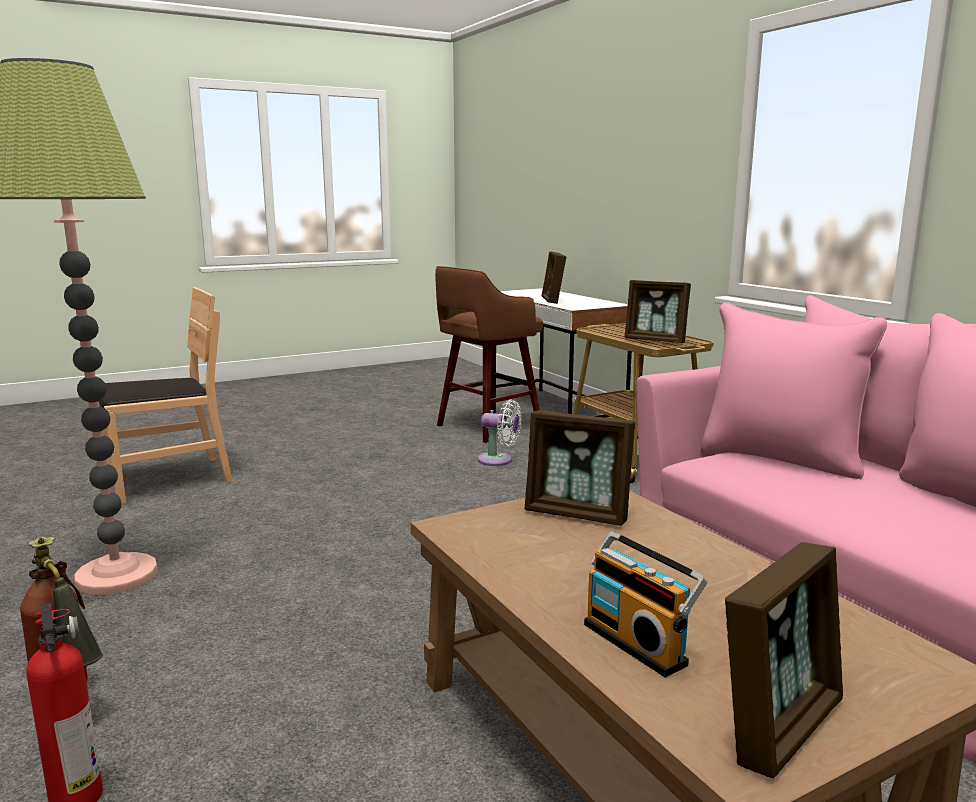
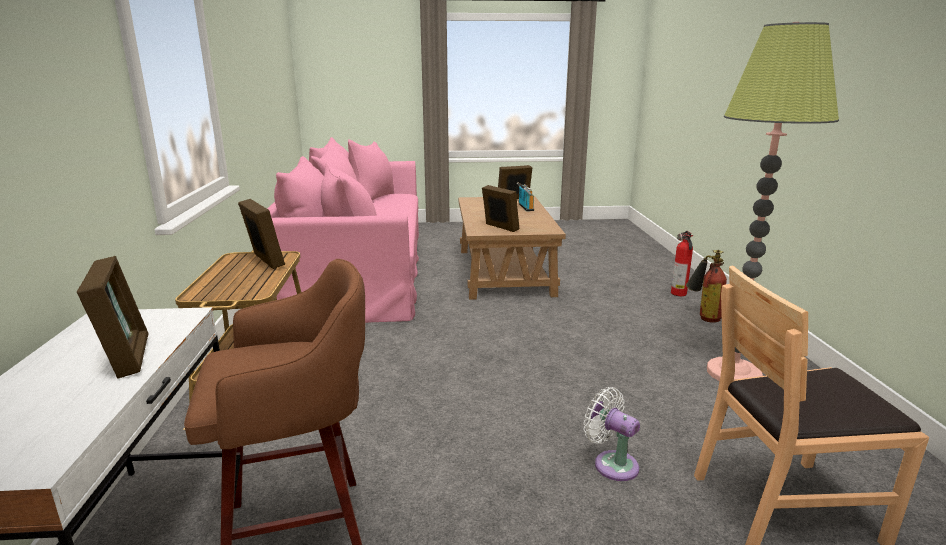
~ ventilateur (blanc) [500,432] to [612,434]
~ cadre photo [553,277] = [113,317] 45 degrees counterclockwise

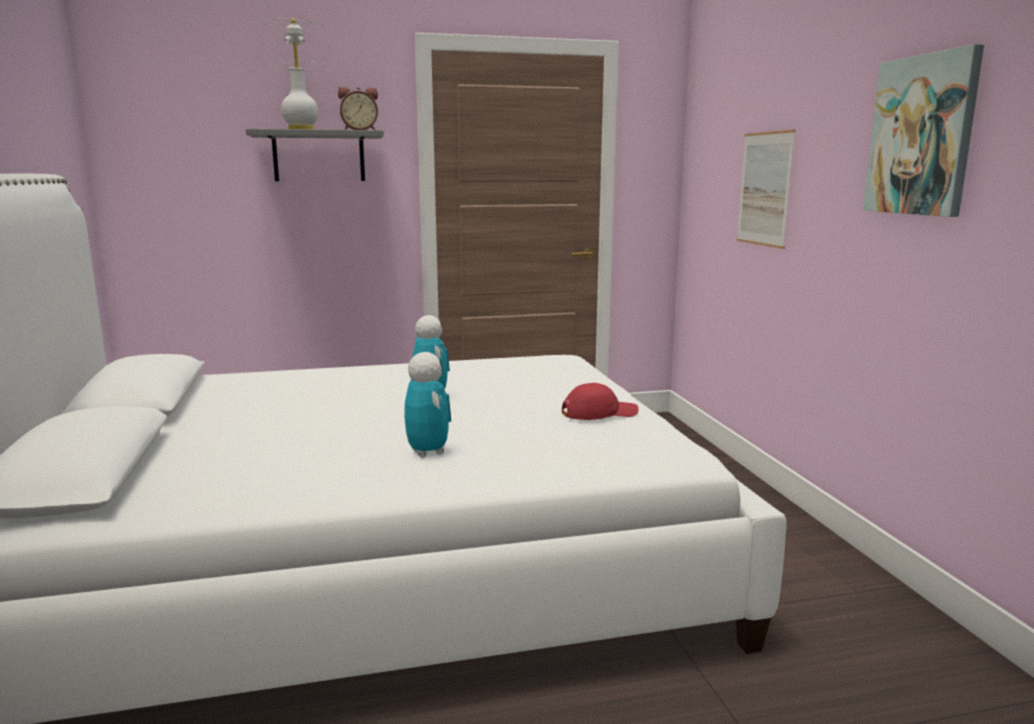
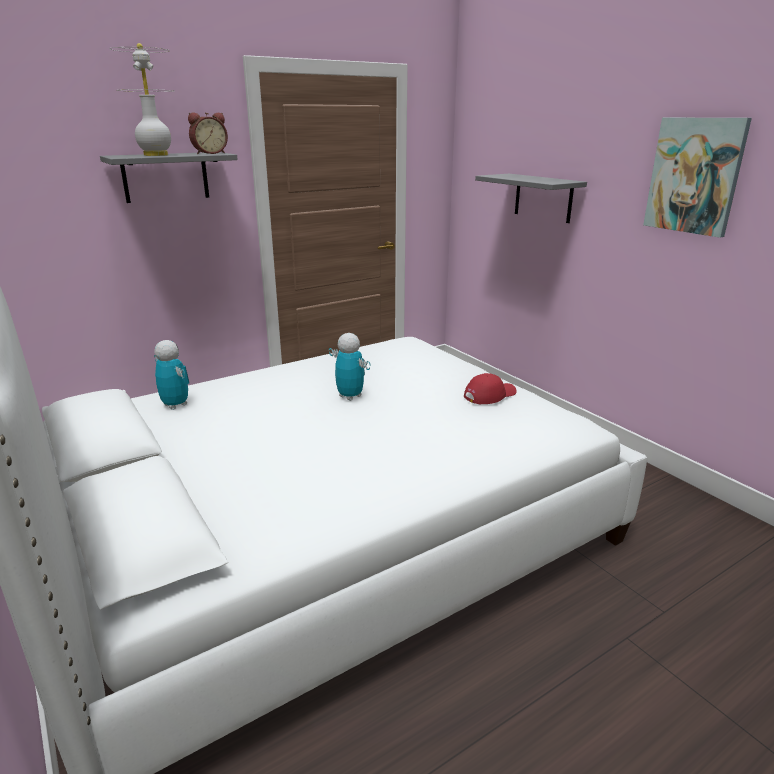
~ robot jouet [427,405] to [171,375]
~ tableau [766,189] to étagère (gris) [531,198]

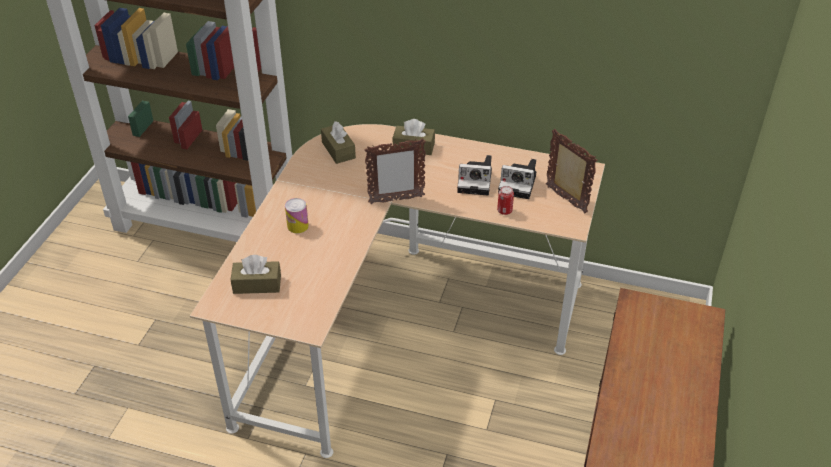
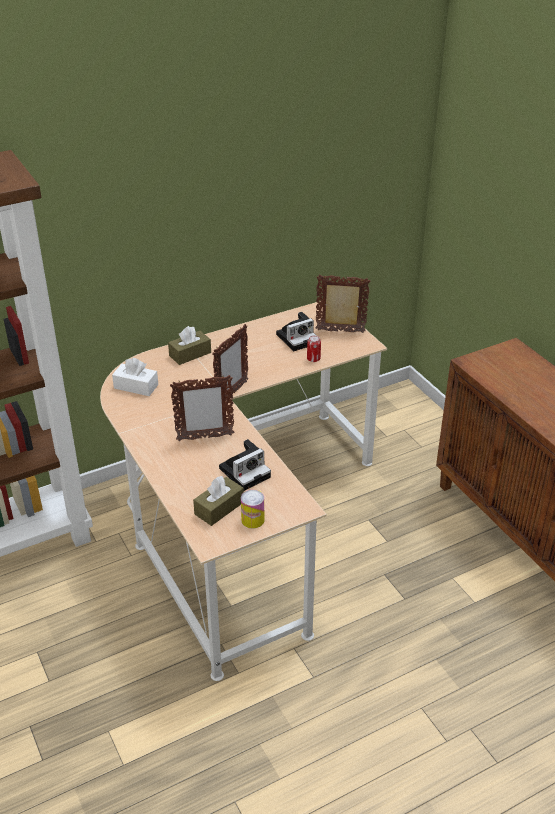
~ boîte métallique [297,215] to [253,509]
~ boîte à mouchoirs (marron) [338,142] to boîte à mouchoirs (blanc) [135,377]
~ appareil photo [474,175] to [245,465]
+ cadre photo [202,408]

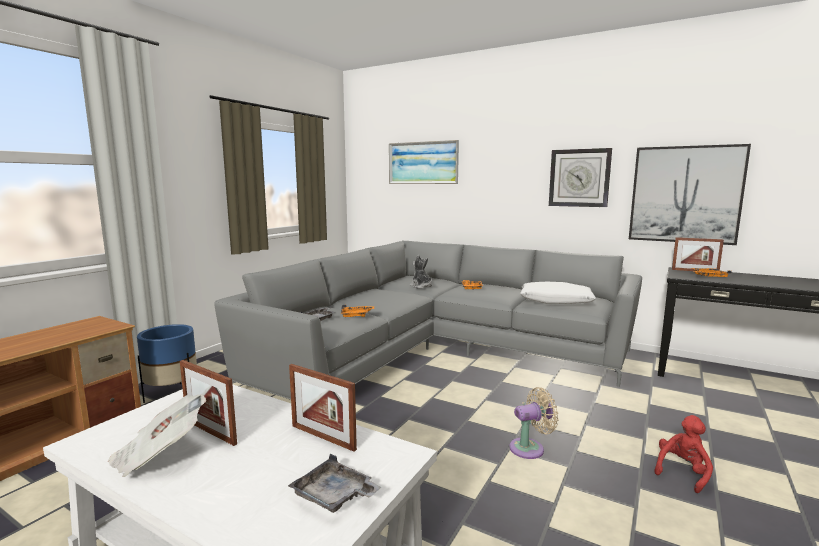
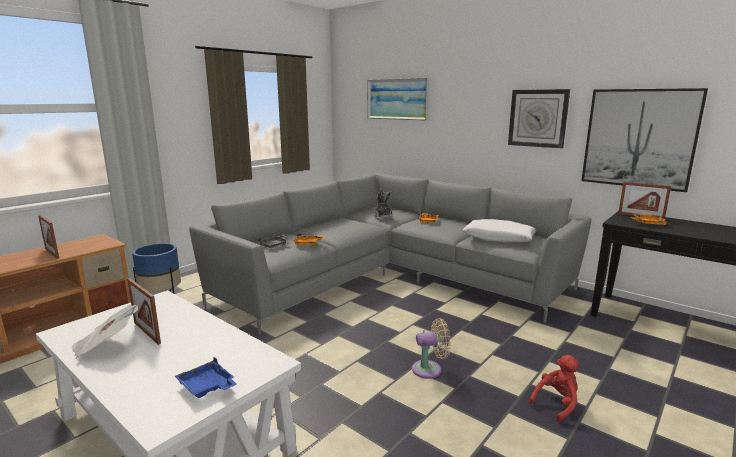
~ plateau (gris) [334,483] to plateau (bleu) [205,377]
~ cadre photo [323,408] to [48,237]

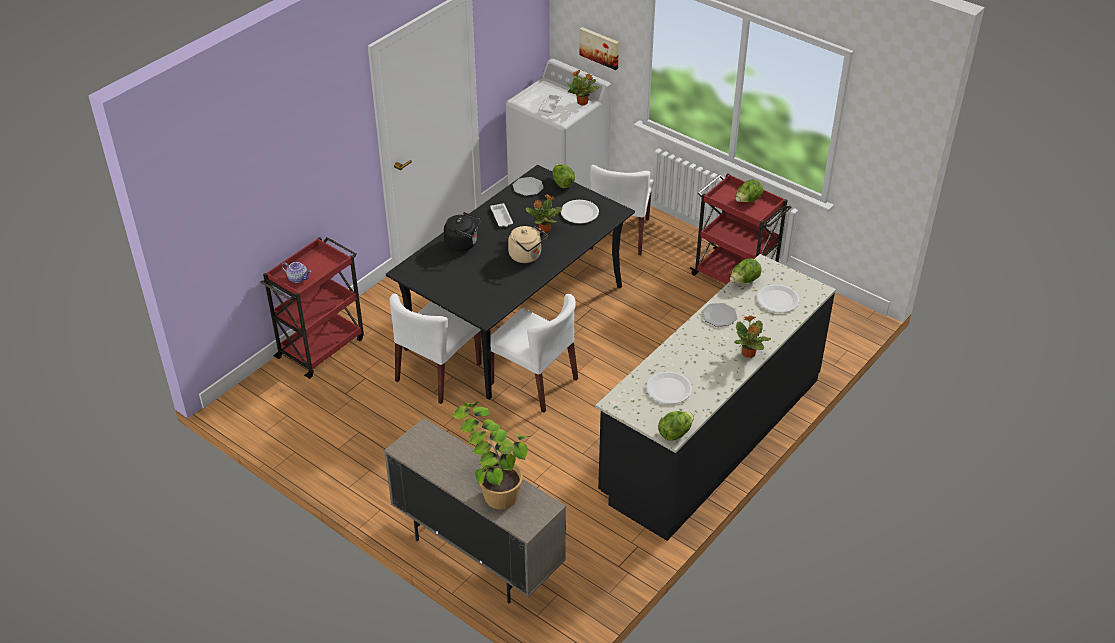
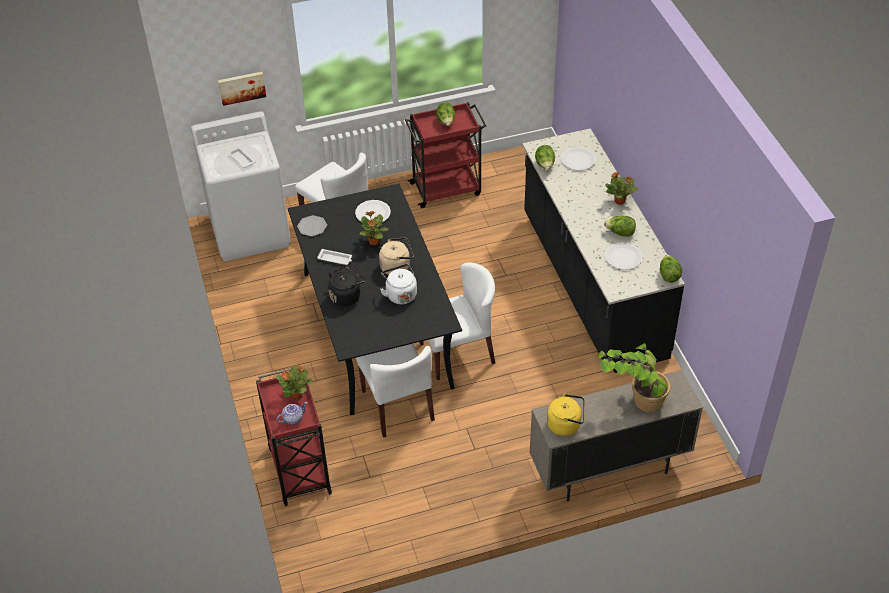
~ laitue [563,176] to [620,226]
~ plante en pot [583,88] to [294,382]
- assiette [719,315]
+ bouilloire (blanc) [398,284]
+ bouilloire (jaune) [566,414]

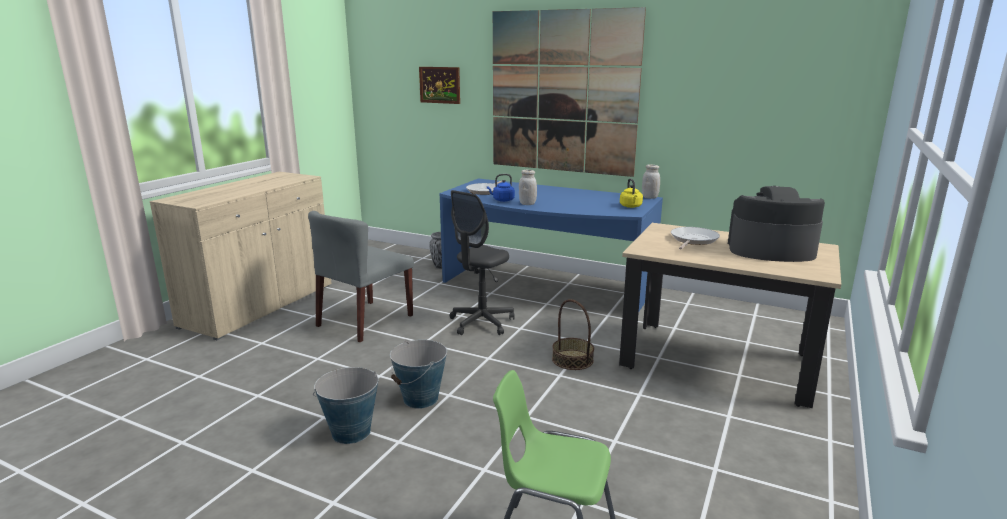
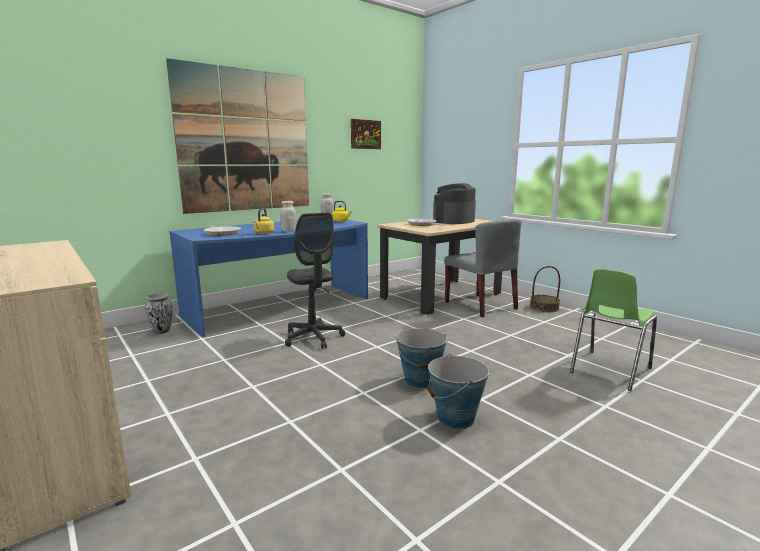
~ chaise (gris) [361,276] to [482,268]
~ tableau [439,85] to [366,134]
~ bouilloire (bleu) [501,188] to bouilloire (jaune) [264,221]
~ panier [573,334] to [545,289]

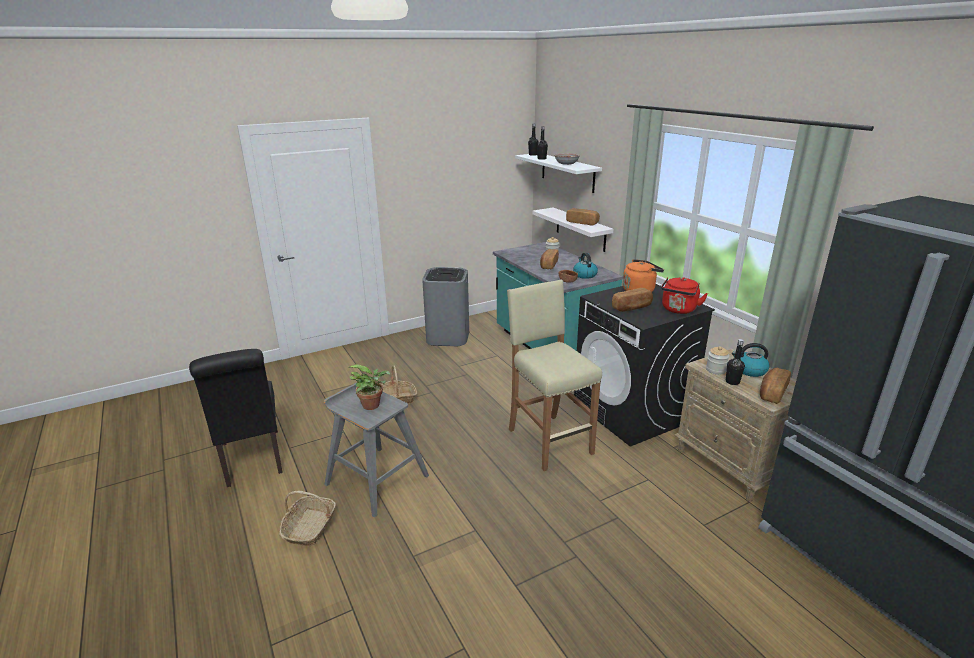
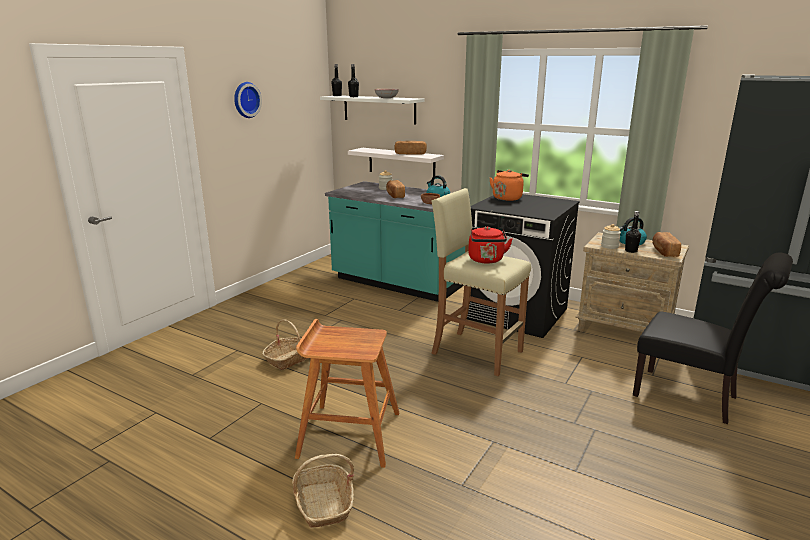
~ chaise (noir) [236,418] to [713,338]
~ tabouret (gris) [376,450] to tabouret (marron) [347,393]
- plante en pot [369,387]
- poubelle (gris) [445,306]
- pain [632,300]
~ bouilloire (rouge) [684,295] to [490,245]
+ horloge murale [248,100]

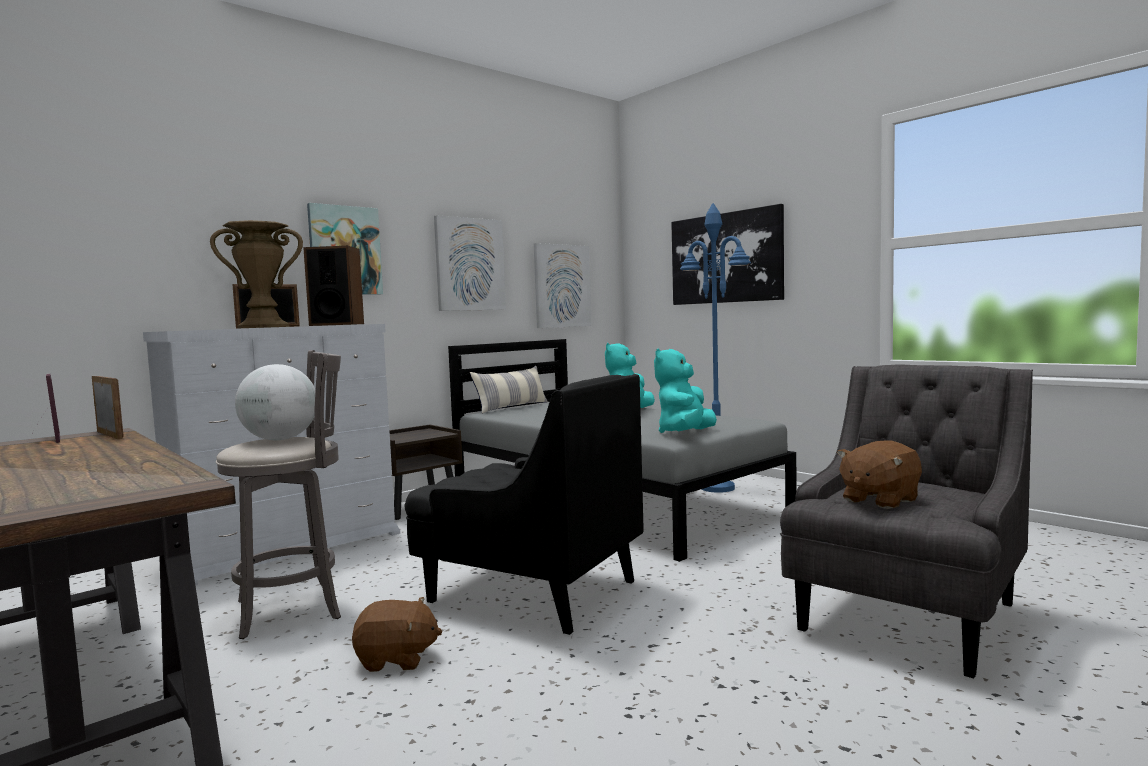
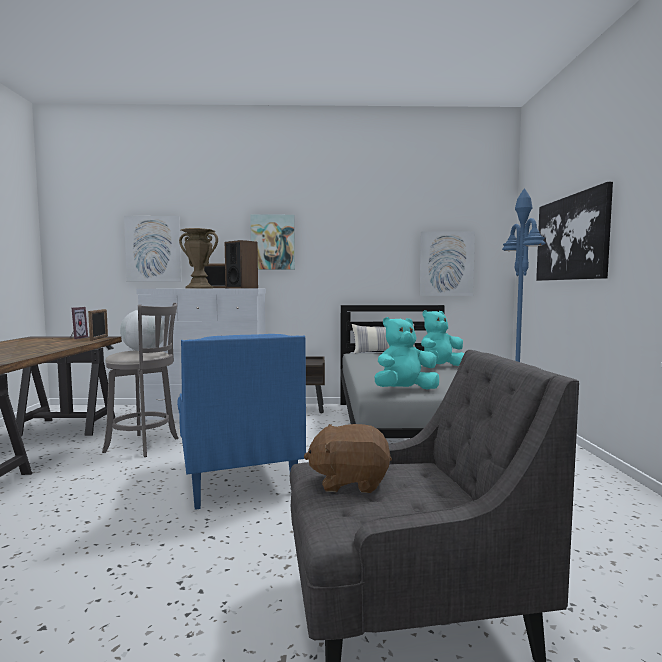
- peluche (marron) [397,634]
~ fauteuil (noir) [524,504] to fauteuil (bleu) [241,422]
~ tableau [470,263] to [153,248]

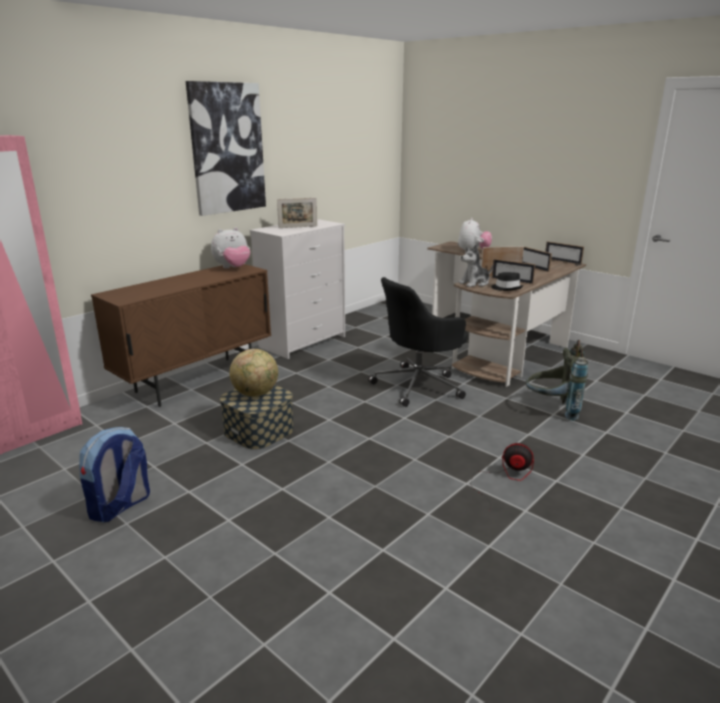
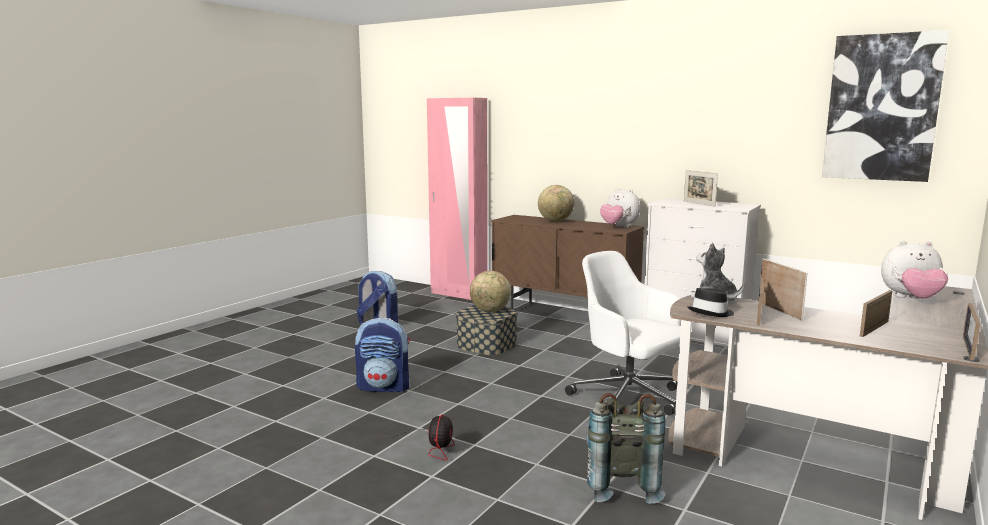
~ tableau [226,148] to [885,106]
~ chaise de bureau (noir) [418,342] to chaise de bureau (blanc) [623,333]
+ sac à dos [382,355]
+ globe [556,203]

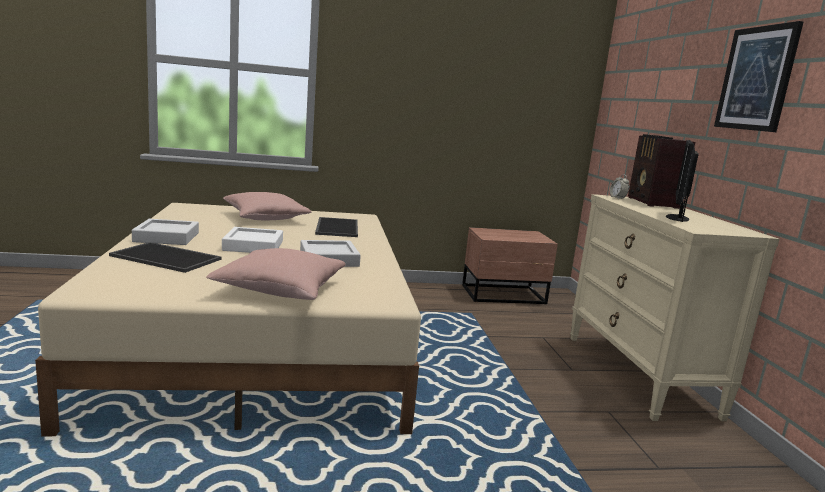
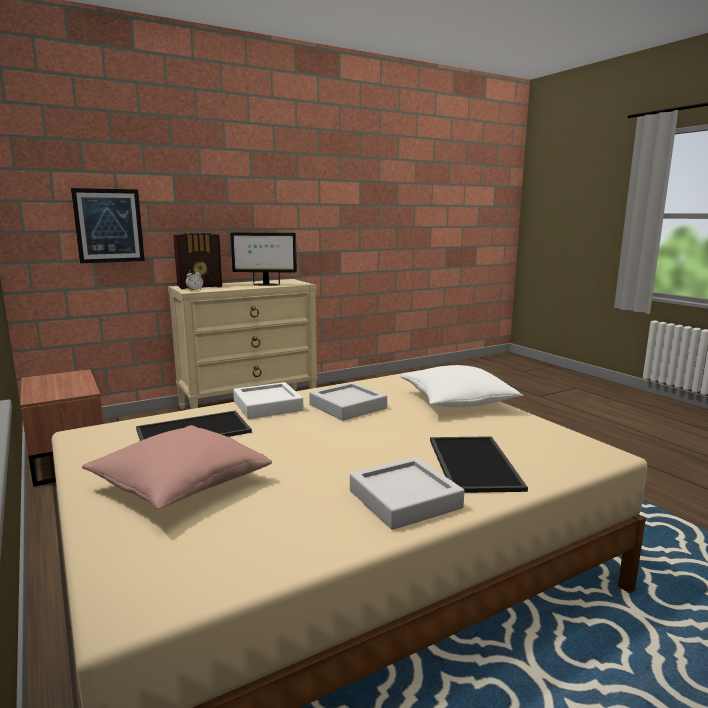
~ coussin (rose) [276,274] to coussin (blanc) [461,386]
~ plateau (blanc) [252,240] to [268,400]
~ tableau [758,76] to [108,225]

